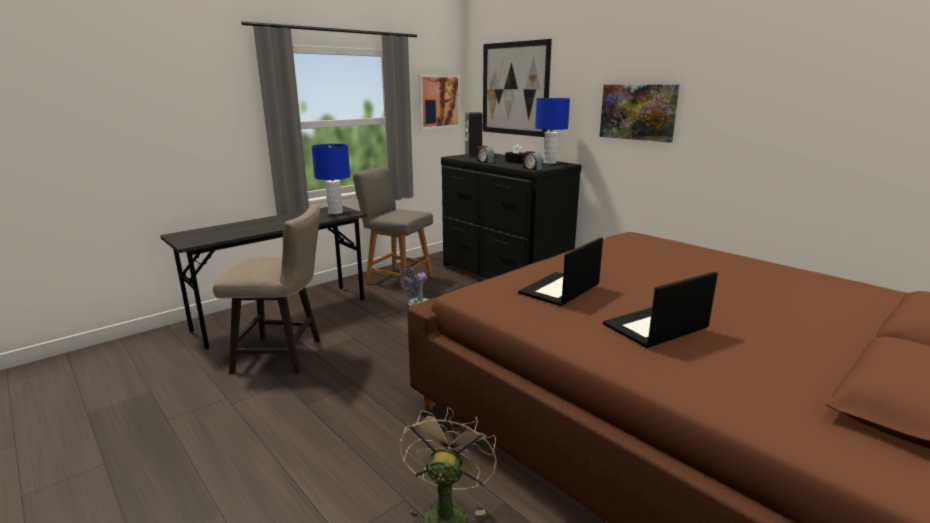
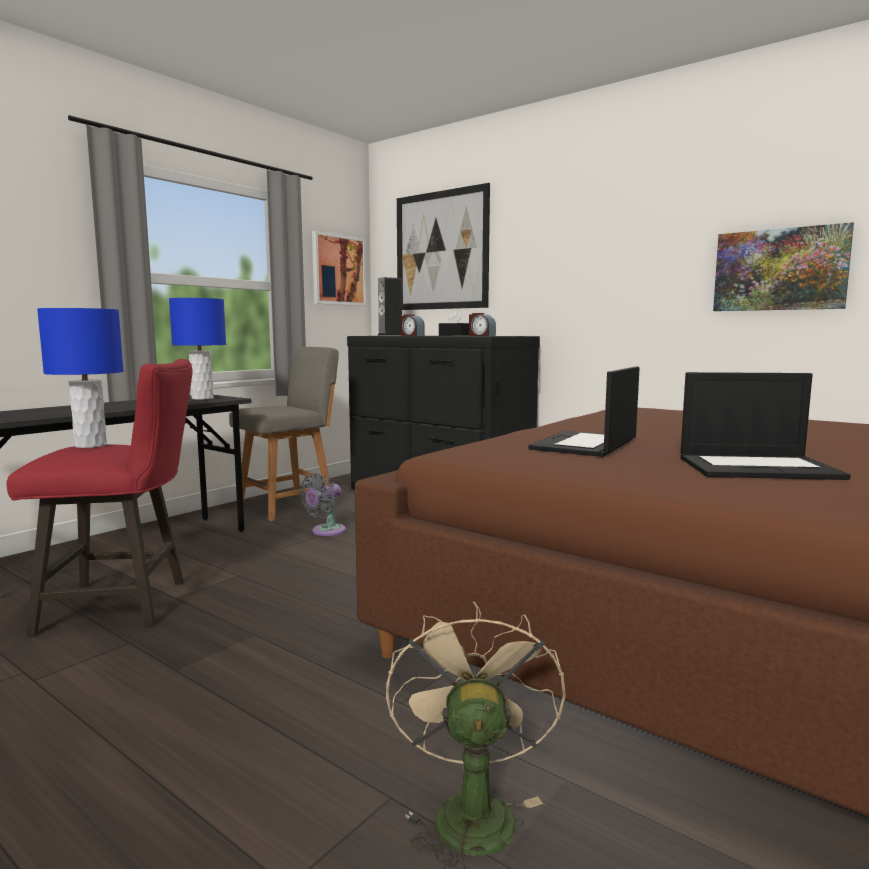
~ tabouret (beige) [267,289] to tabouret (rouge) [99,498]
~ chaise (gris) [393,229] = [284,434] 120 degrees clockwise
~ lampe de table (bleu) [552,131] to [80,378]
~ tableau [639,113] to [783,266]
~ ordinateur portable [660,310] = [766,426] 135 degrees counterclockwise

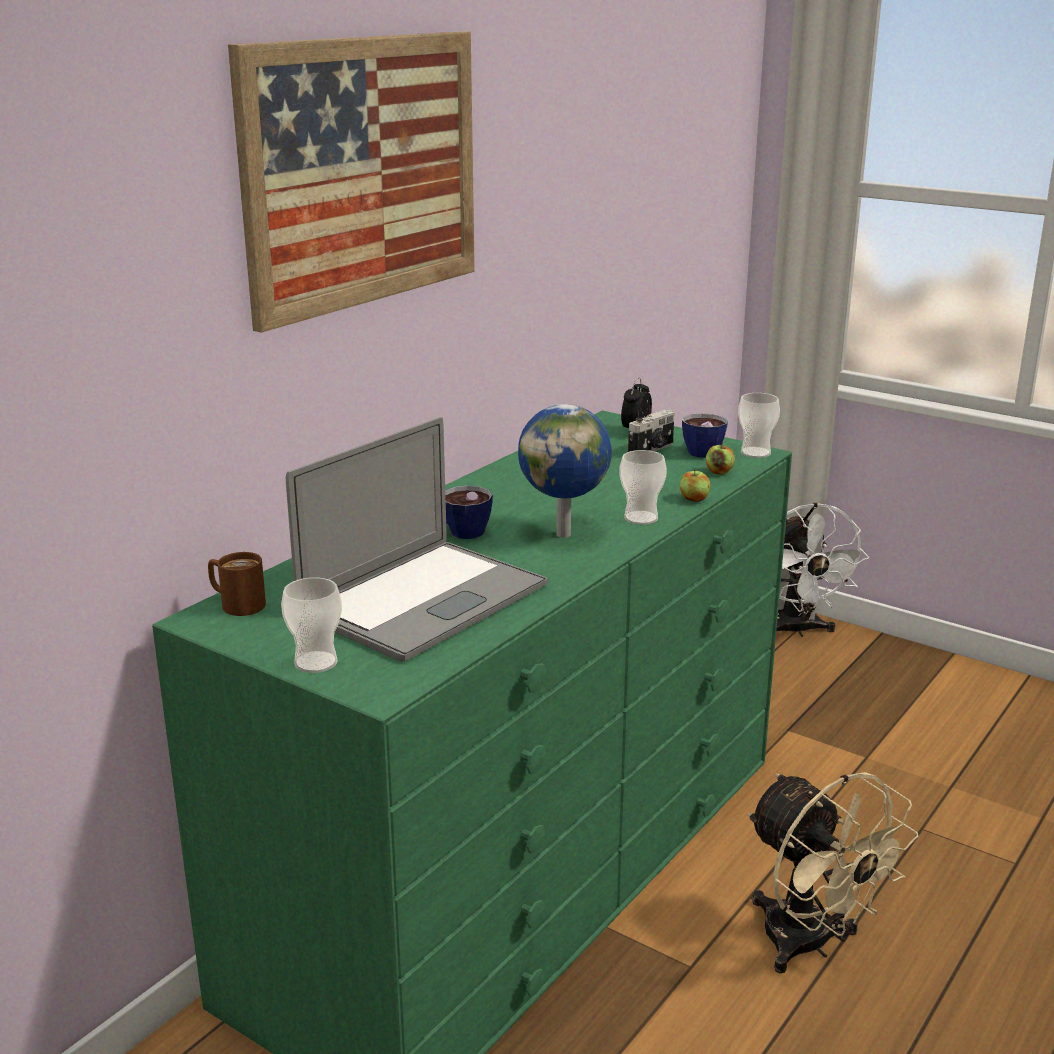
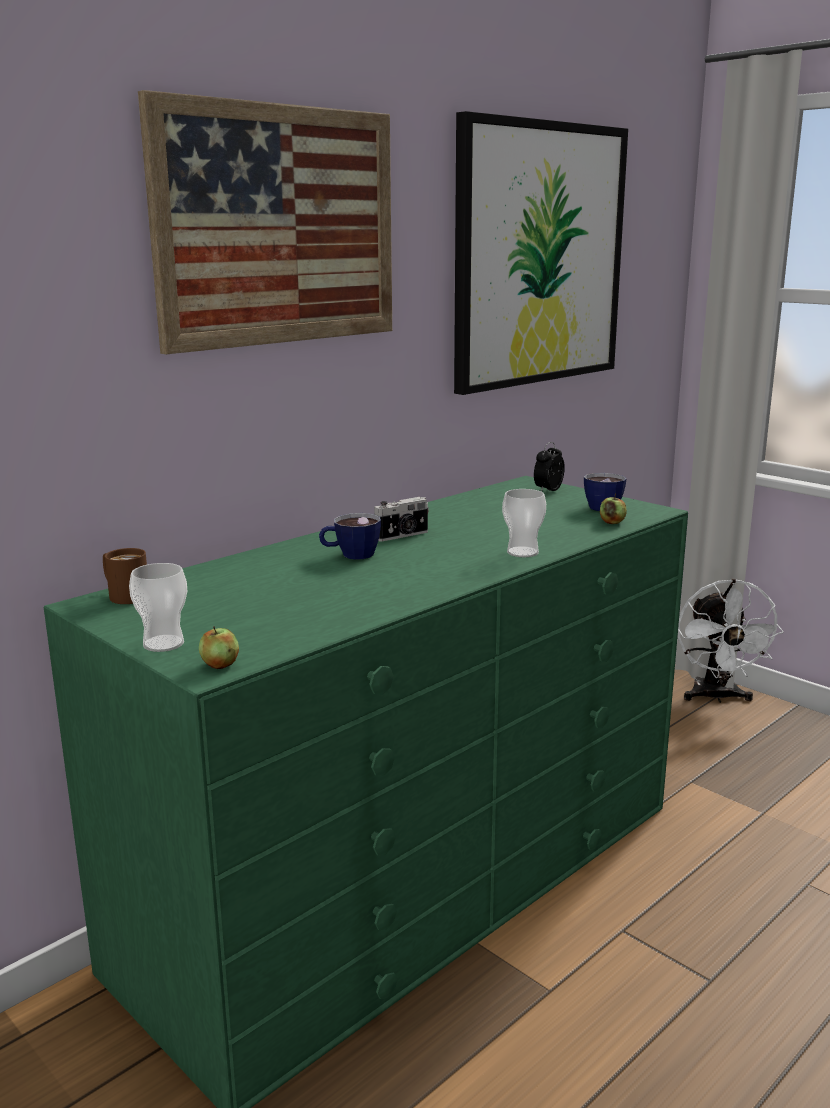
- ordinateur portable [417,539]
- globe [565,471]
~ appareil photo [651,431] to [401,519]
~ pomme [695,485] to [219,647]
- tasse [759,425]
- ventilateur (beige) [833,872]
+ tableau [541,253]

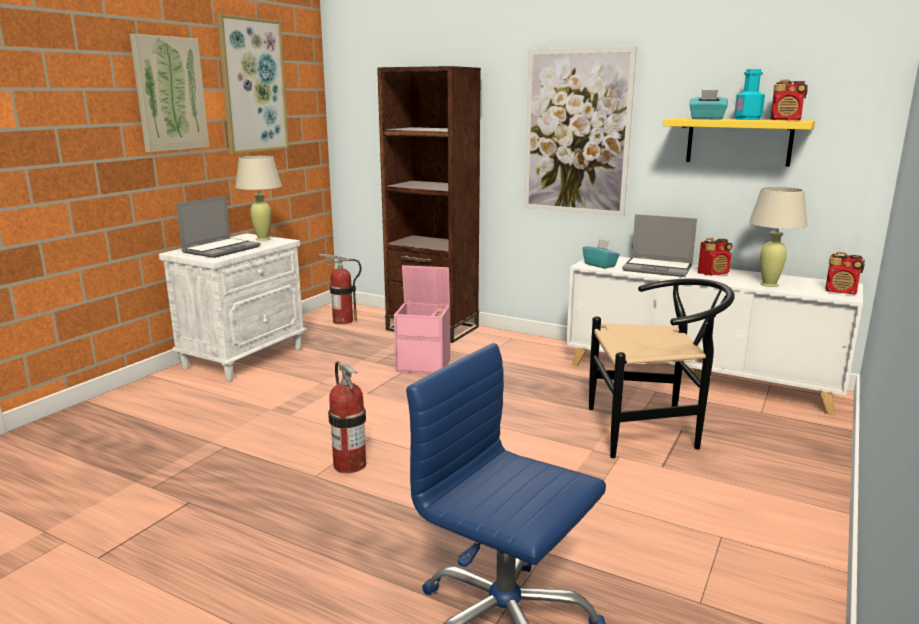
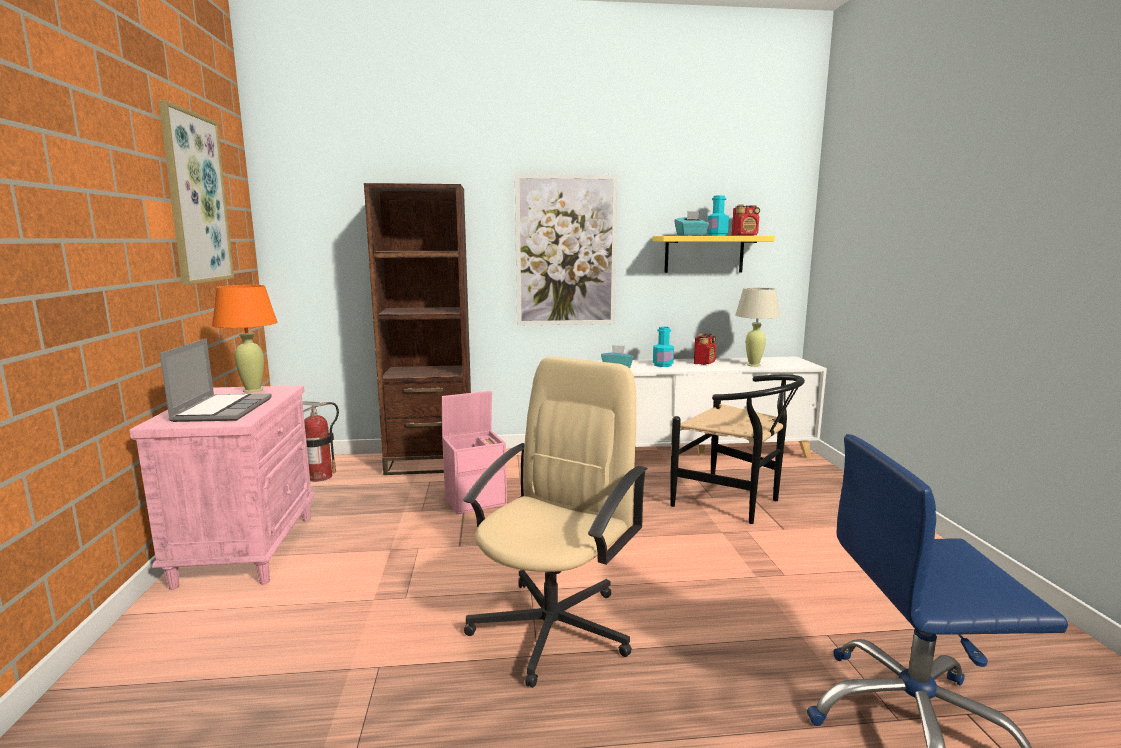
- tableau [169,93]
~ table de chevet (blanc) [233,307] to table de chevet (rose) [223,487]
~ lampe de table (beige) [258,198] to lampe de table (orange) [245,339]
~ extincteur [347,417] to chaise de bureau (beige) [555,522]
~ chaise (noir) [662,368] = [737,449] 75 degrees clockwise
~ ordinateur portable [659,245] to bouteille (turquoise) [663,347]
- radio [845,272]

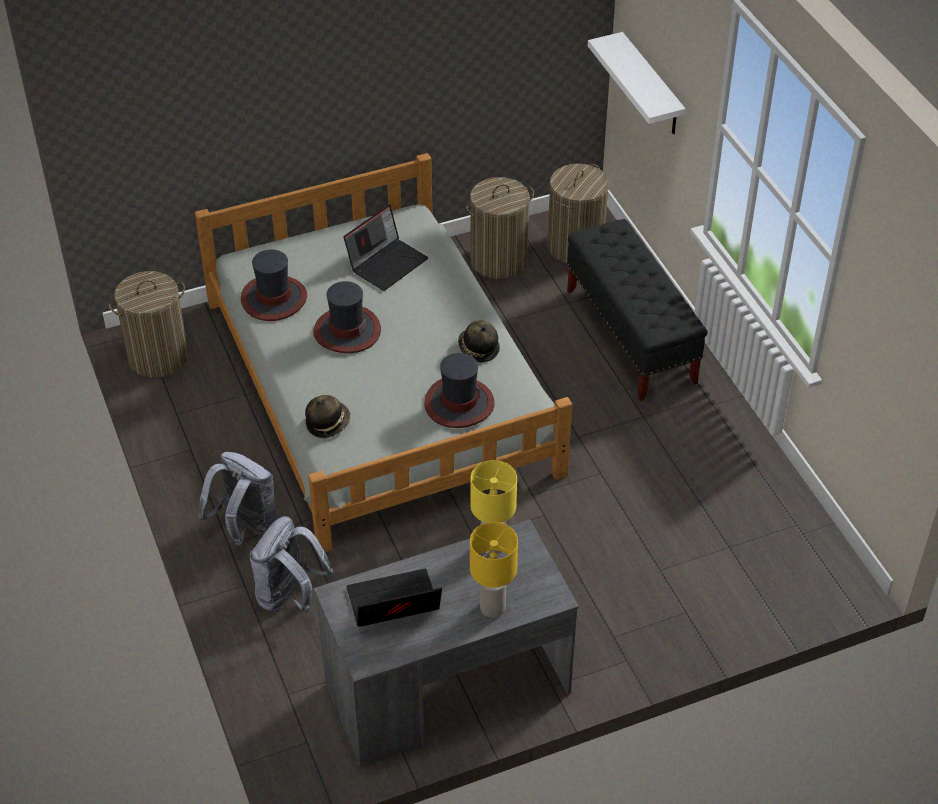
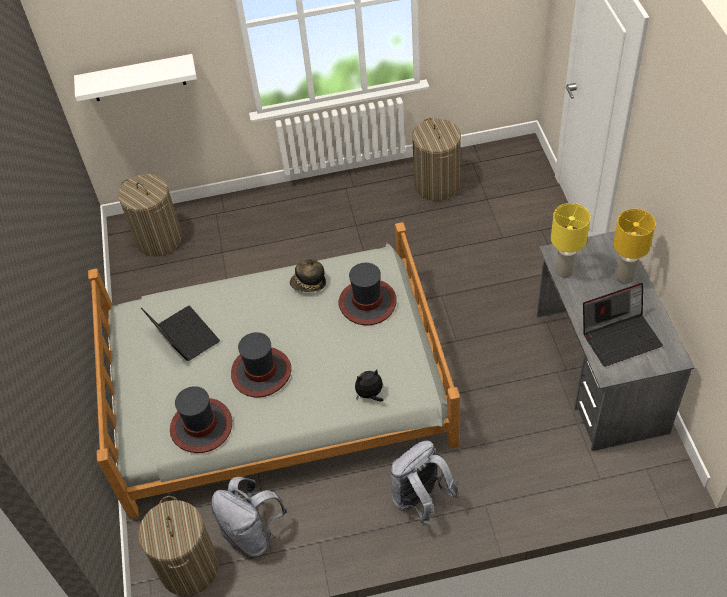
~ sac à dos (gris) [291,564] to [249,517]
~ chapeau [327,416] to peluche [369,386]
~ ordinateur portable [394,598] = [623,325] 105 degrees counterclockwise
~ panier à linge [500,228] to [436,159]
- banc (noir) [637,310]

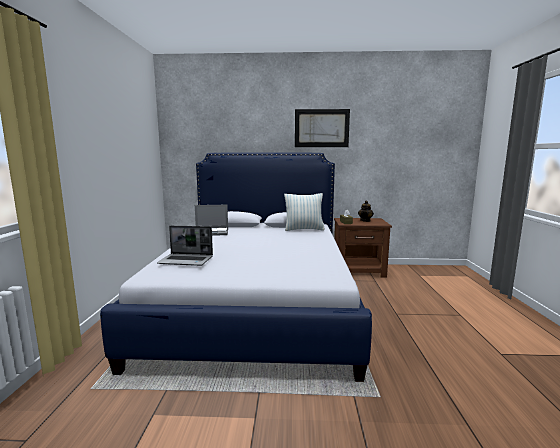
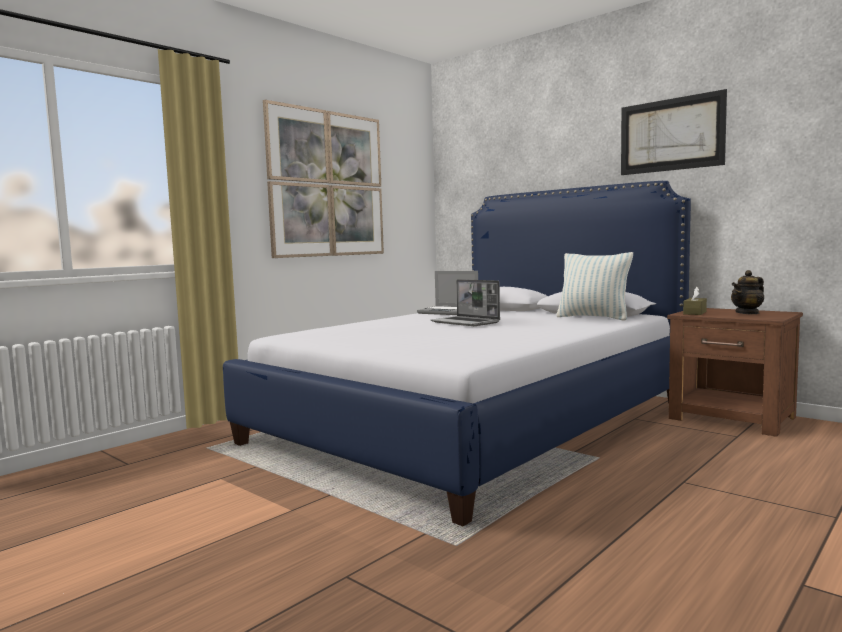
~ ordinateur portable [185,245] to [465,302]
+ tableau [323,179]

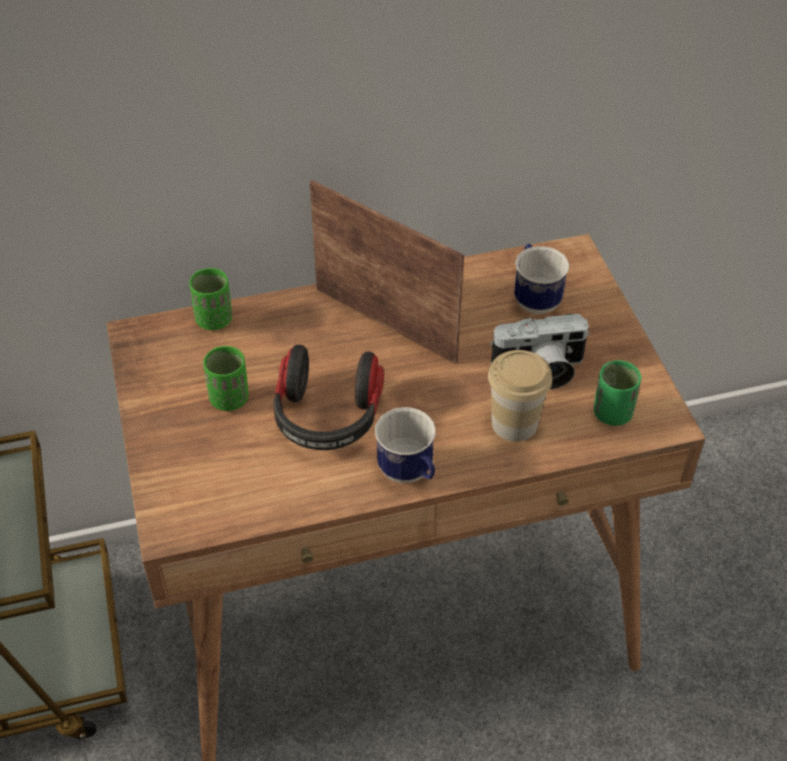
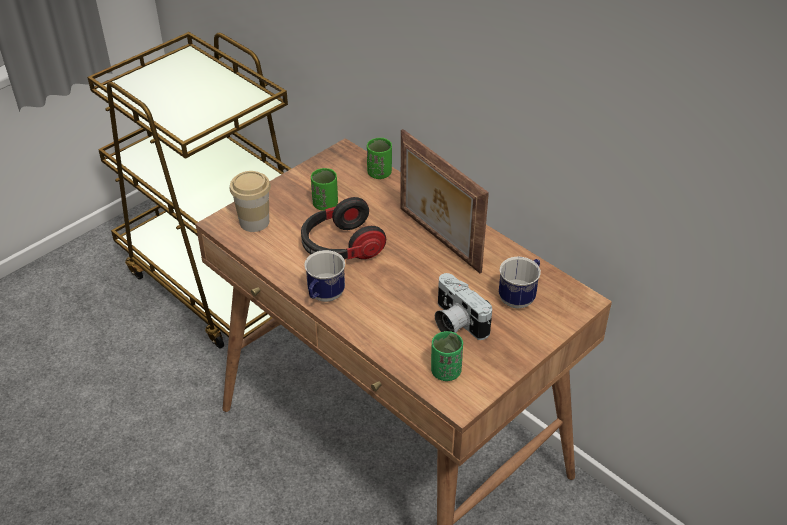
~ cadre photo [387,272] = [444,201] 135 degrees clockwise
~ tasse [520,396] to [250,201]

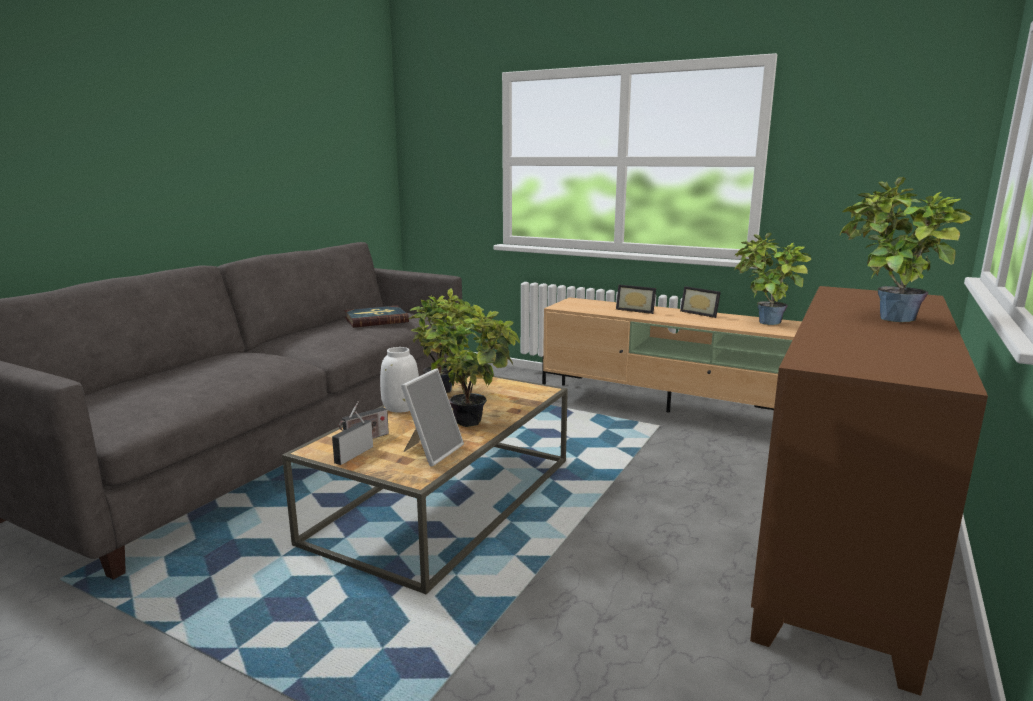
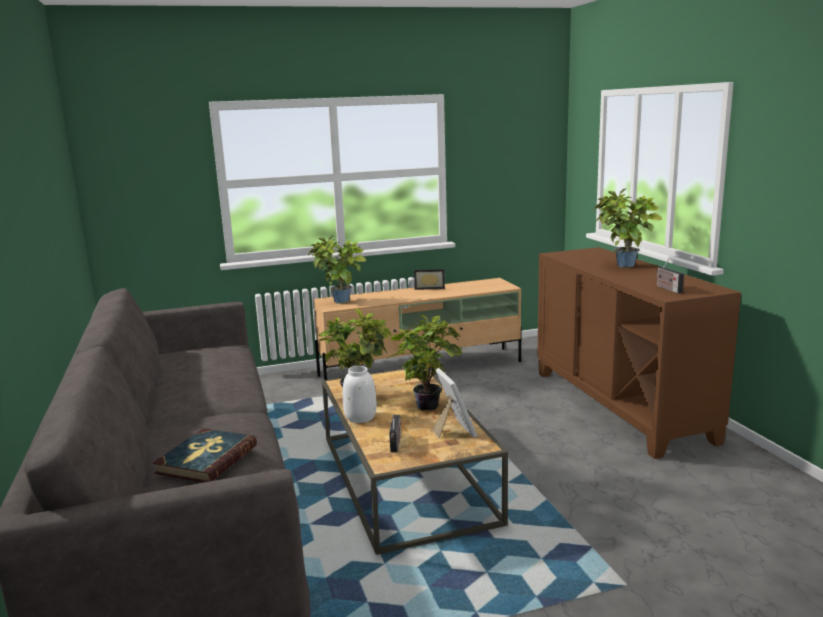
~ radio [353,438] to [670,276]
~ livre [376,317] to [205,455]
- cadre photo [636,299]
~ plante en pot [773,279] to [337,269]

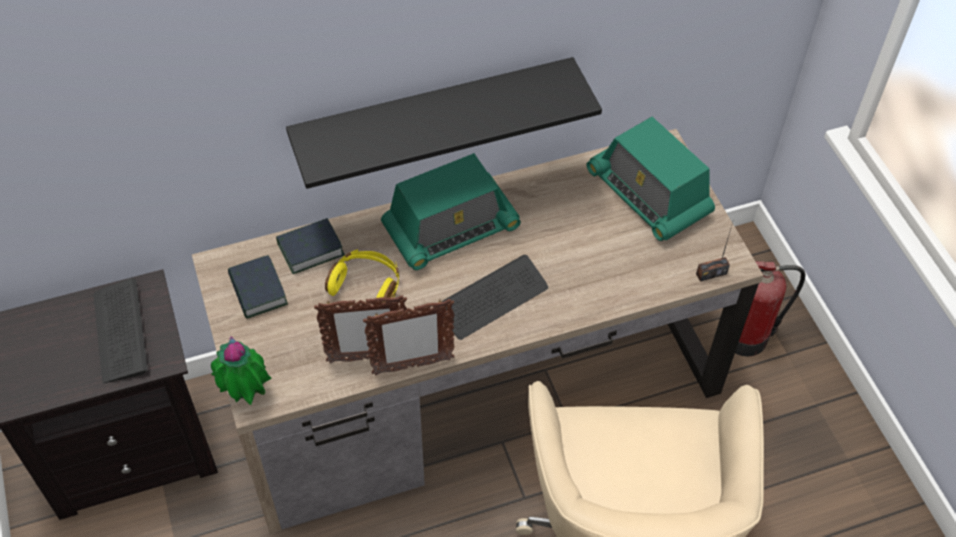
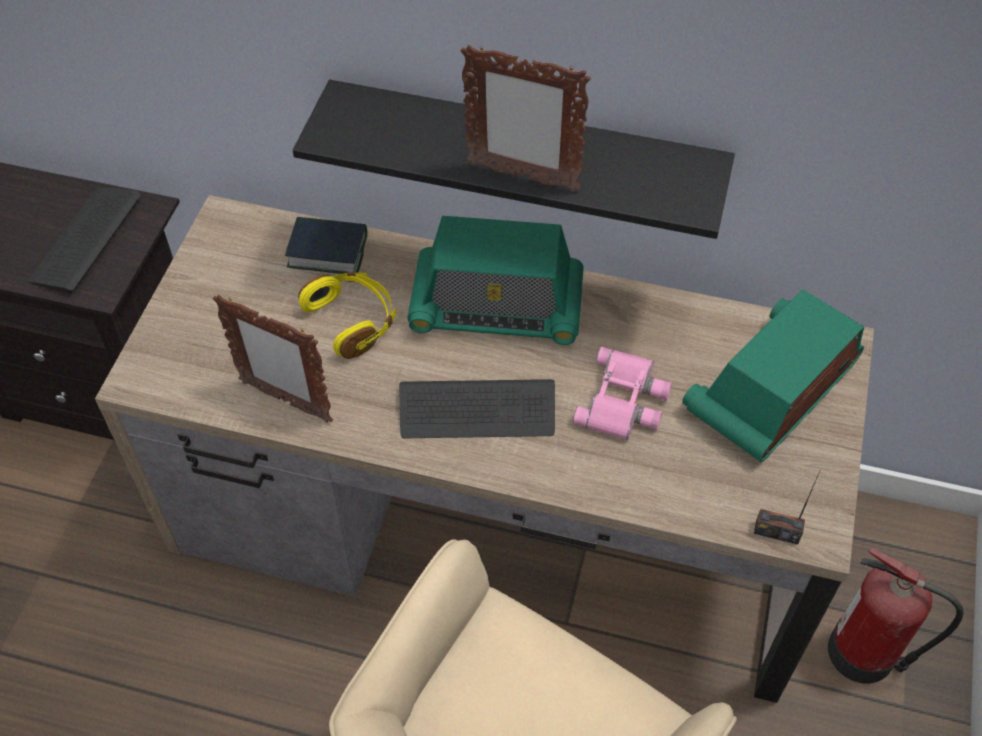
- plante en pot [241,370]
- livre [258,287]
~ cadre photo [408,337] to [526,118]
~ radio [650,179] = [773,376] 45 degrees clockwise
+ jumelles (rose) [622,393]

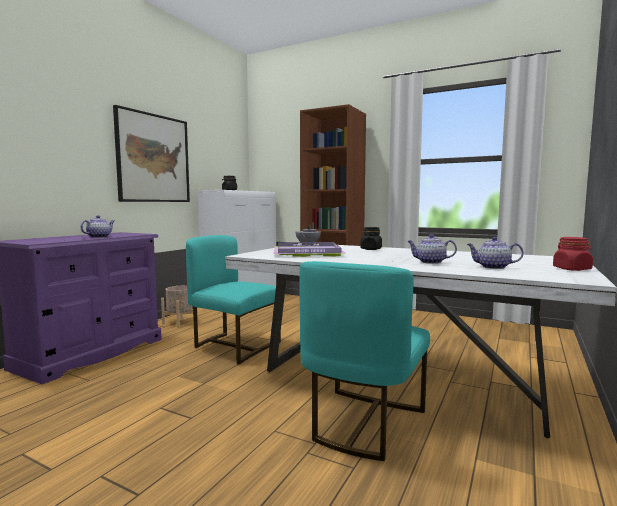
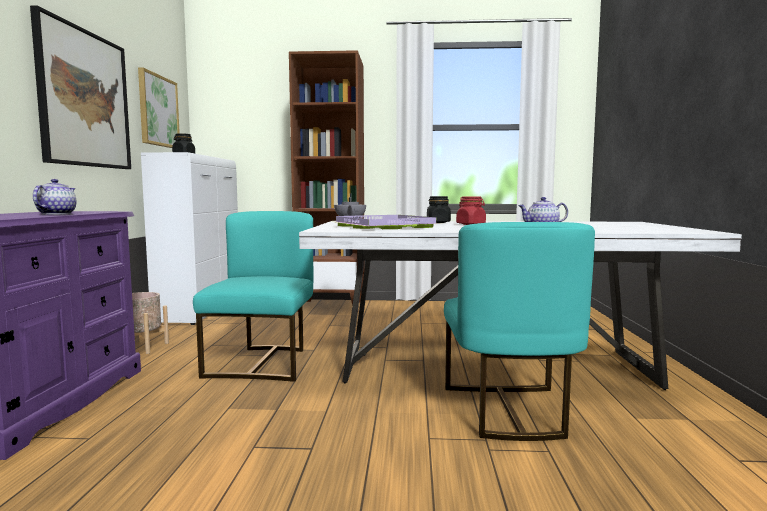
~ chaise (turquoise) [233,299] = [253,296] 90 degrees clockwise
- théière [495,253]
~ bocal (rouge) [573,254] to [471,210]
+ tableau [159,107]

